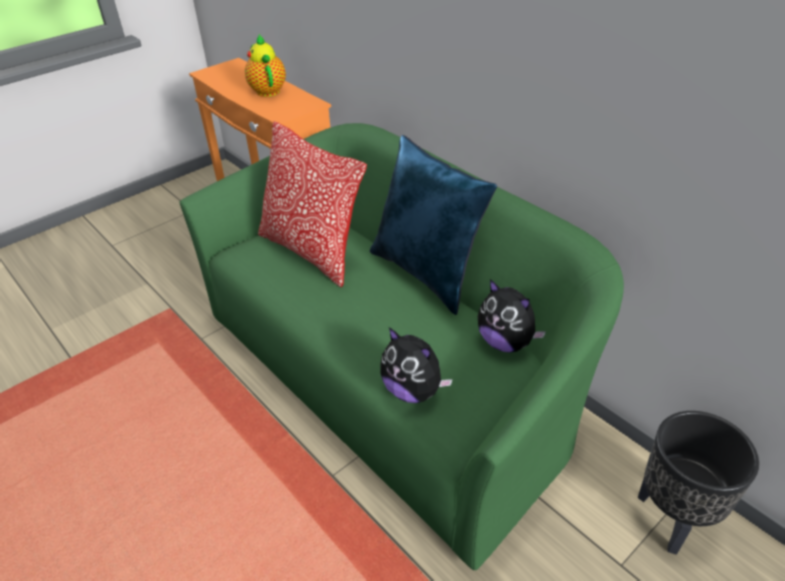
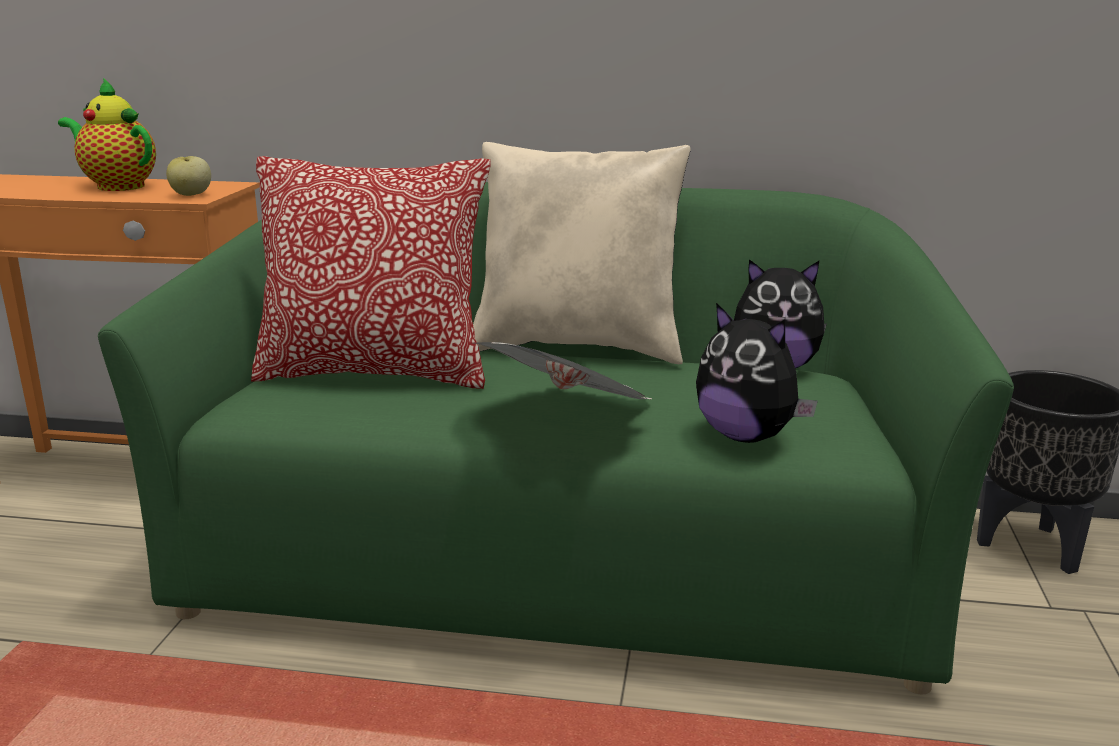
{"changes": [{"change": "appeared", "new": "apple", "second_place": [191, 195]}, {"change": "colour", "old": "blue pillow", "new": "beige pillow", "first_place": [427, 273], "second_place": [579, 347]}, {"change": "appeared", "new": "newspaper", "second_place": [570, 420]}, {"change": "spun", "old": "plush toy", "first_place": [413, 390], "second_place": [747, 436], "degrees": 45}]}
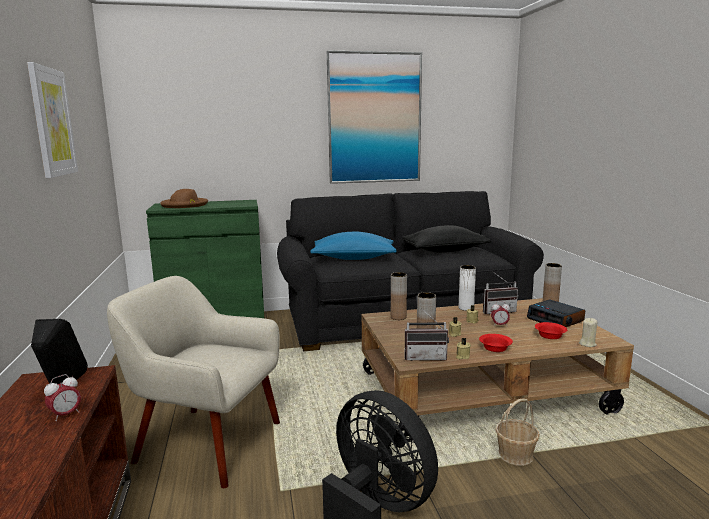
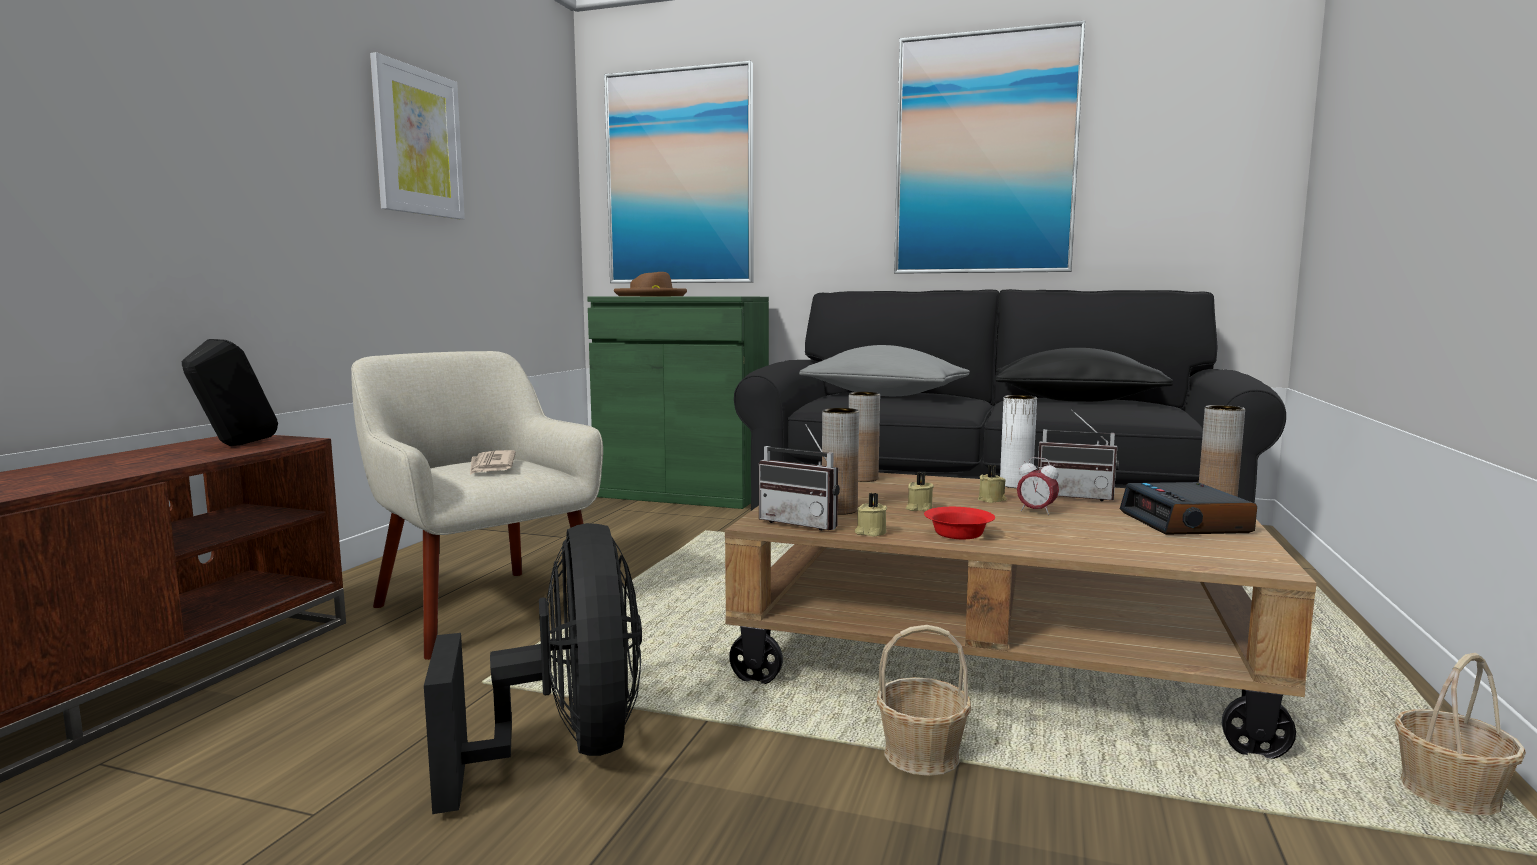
{"changes": [{"change": "appeared", "new": "newspaper", "second_place": [491, 466]}, {"change": "appeared", "new": "picture", "second_place": [679, 178]}, {"change": "colour", "old": "blue pillow", "new": "grey pillow", "first_place": [353, 258], "second_place": [883, 395]}, {"change": "appeared", "new": "basket", "second_place": [1448, 794]}, {"change": "missing", "old": "alarm clock", "first_place": [65, 415]}, {"change": "missing", "old": "red bowl", "first_place": [550, 336]}, {"change": "missing", "old": "beige candle", "first_place": [587, 344]}]}
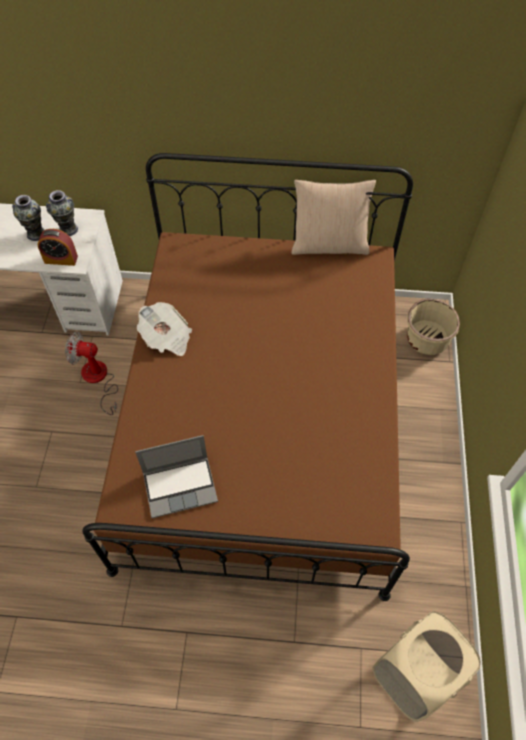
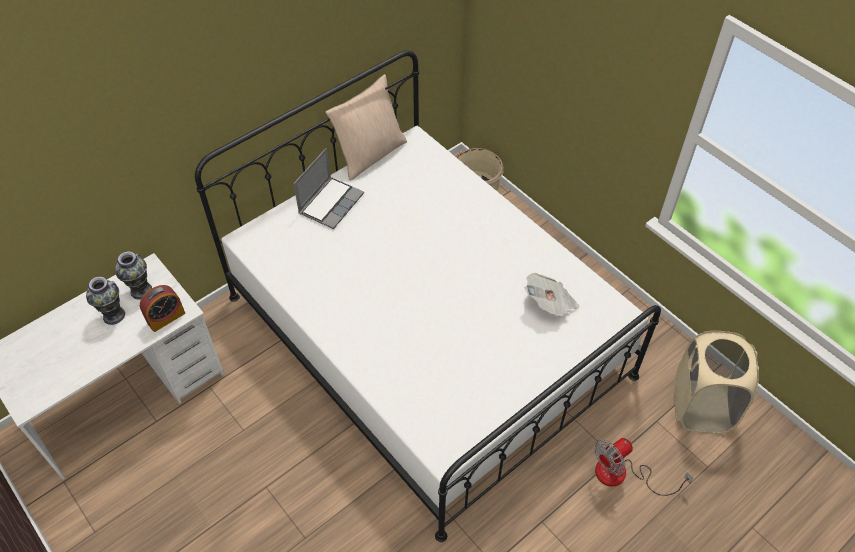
{"changes": [{"change": "colour", "old": "brown bed", "new": "white bed", "first_place": [262, 421], "second_place": [427, 335]}, {"change": "relocated", "old": "laptop", "first_place": [181, 486], "second_place": [331, 203]}, {"change": "relocated", "old": "newspaper", "first_place": [167, 338], "second_place": [550, 304]}, {"change": "relocated", "old": "fan", "first_place": [98, 380], "second_place": [622, 475]}]}
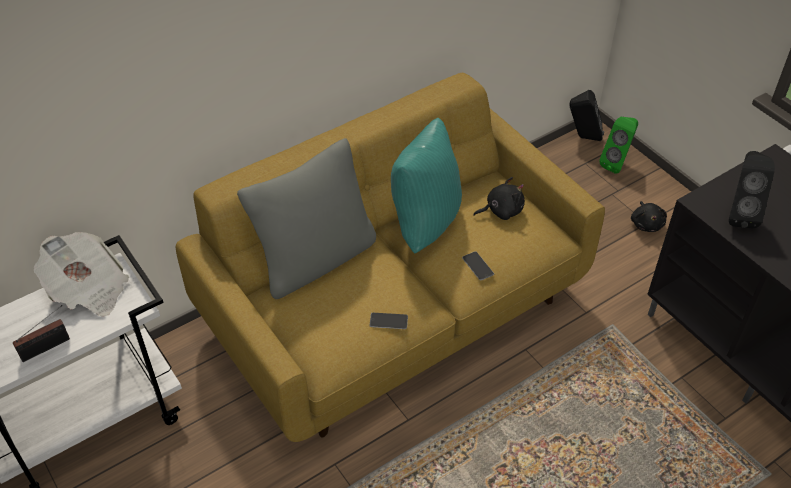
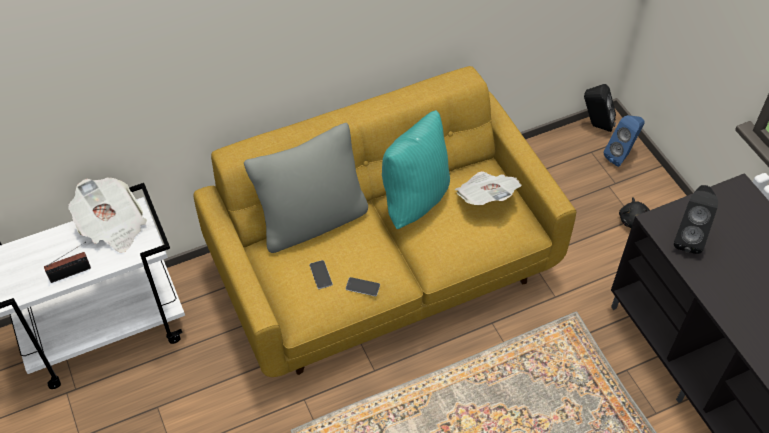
{"changes": [{"change": "relocated", "old": "phone", "first_place": [478, 266], "second_place": [320, 274]}, {"change": "exchanged", "old": "black plush toy", "new": "newspaper", "first_place": [501, 210], "second_place": [485, 197]}, {"change": "colour", "old": "green speaker", "new": "blue speaker", "first_place": [616, 163], "second_place": [621, 156]}]}
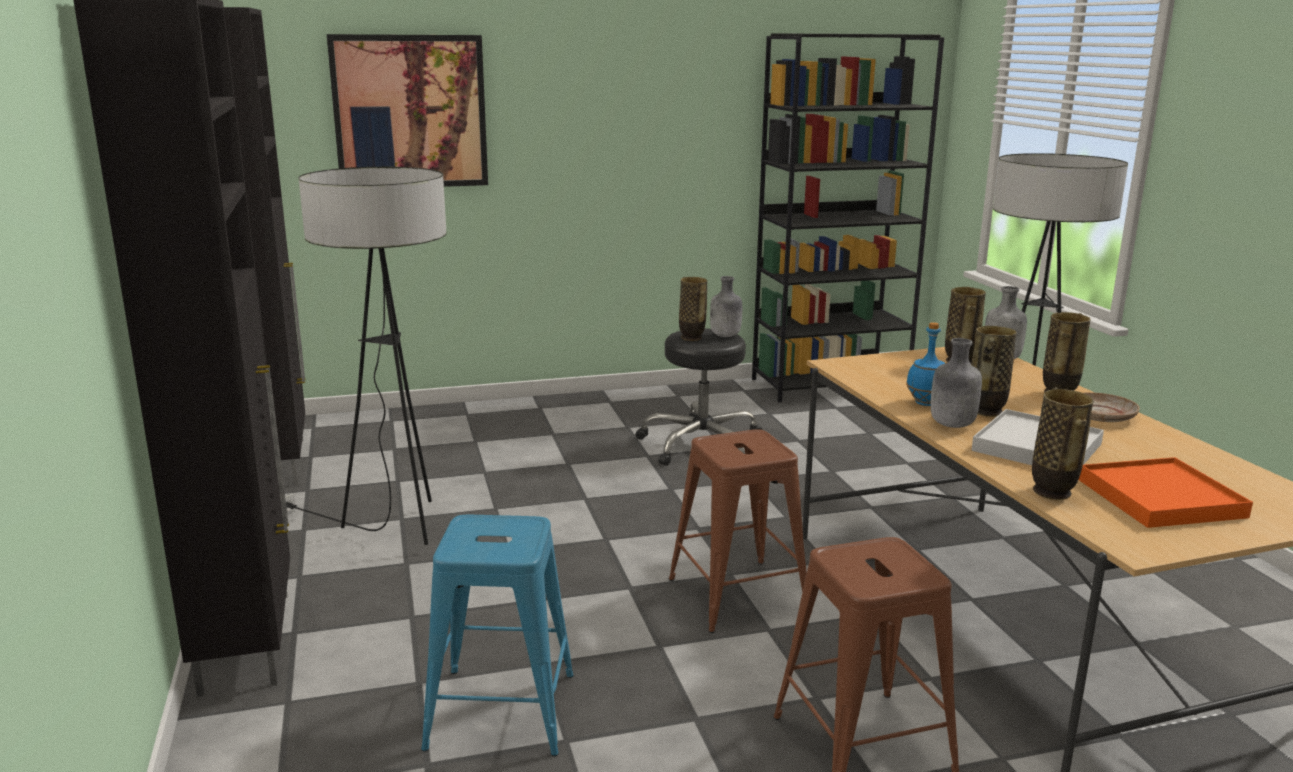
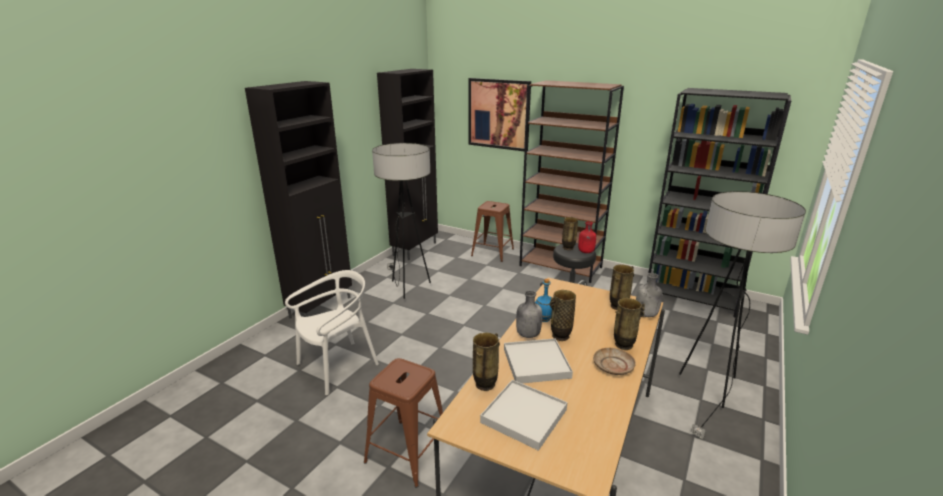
{"changes": [{"change": "exchanged", "old": "blue stool", "new": "white chair", "first_place": [500, 711], "second_place": [338, 366]}, {"change": "relocated", "old": "brown stool", "first_place": [738, 595], "second_place": [492, 252]}, {"change": "colour", "old": "orange tray", "new": "white tray", "first_place": [1160, 498], "second_place": [523, 416]}, {"change": "appeared", "new": "brown bookcase", "second_place": [561, 266]}, {"change": "colour", "old": "grey bottle", "new": "red bottle", "first_place": [725, 336], "second_place": [585, 252]}]}
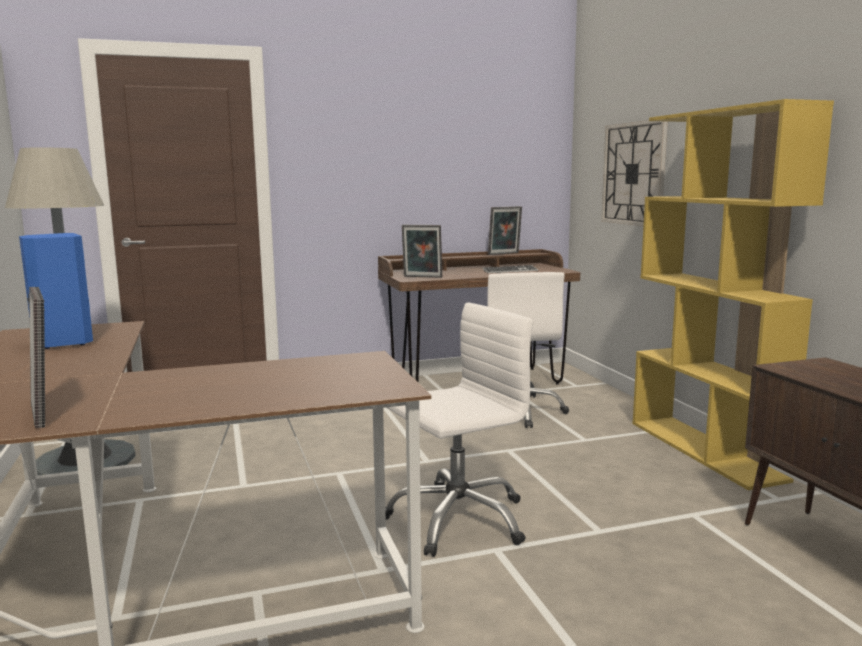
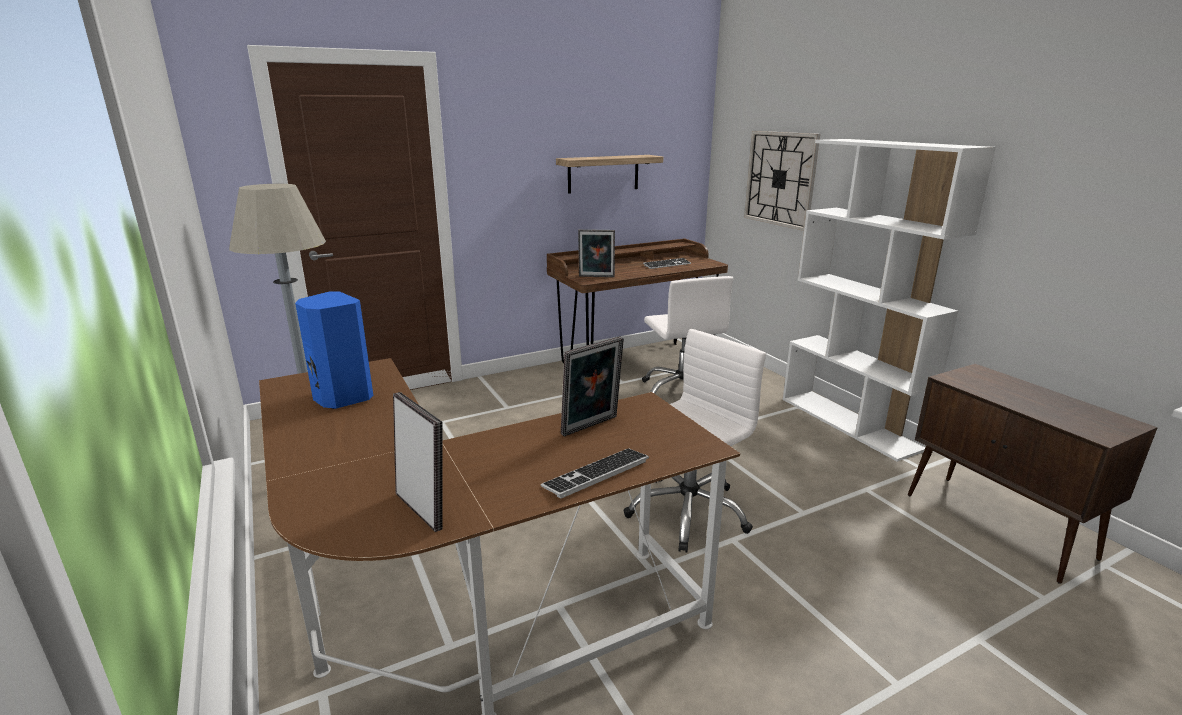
{"changes": [{"change": "appeared", "new": "keyboard", "second_place": [596, 474]}, {"change": "appeared", "new": "shelf", "second_place": [603, 173]}, {"change": "relocated", "old": "picture frame", "first_place": [504, 254], "second_place": [592, 427]}, {"change": "colour", "old": "yellow bookcase", "new": "white bookcase", "first_place": [705, 450], "second_place": [850, 423]}]}
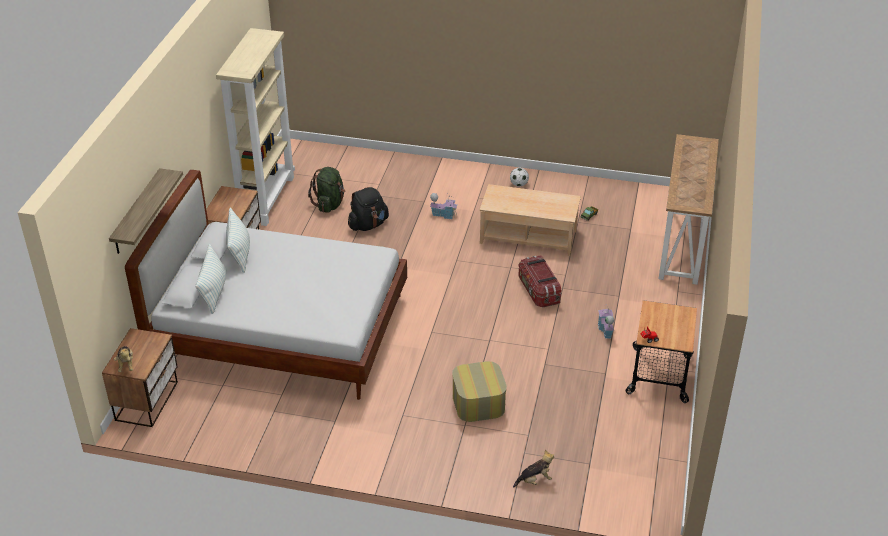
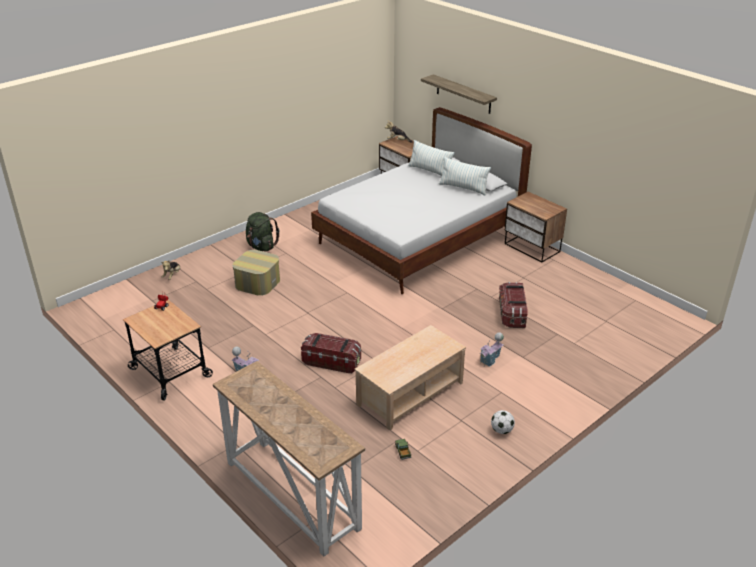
{"changes": [{"change": "relocated", "old": "green backpack", "first_place": [329, 204], "second_place": [261, 247]}, {"change": "exchanged", "old": "black backpack", "new": "storage box", "first_place": [368, 225], "second_place": [512, 314]}, {"change": "missing", "old": "beige bookcase", "first_place": [266, 198]}]}
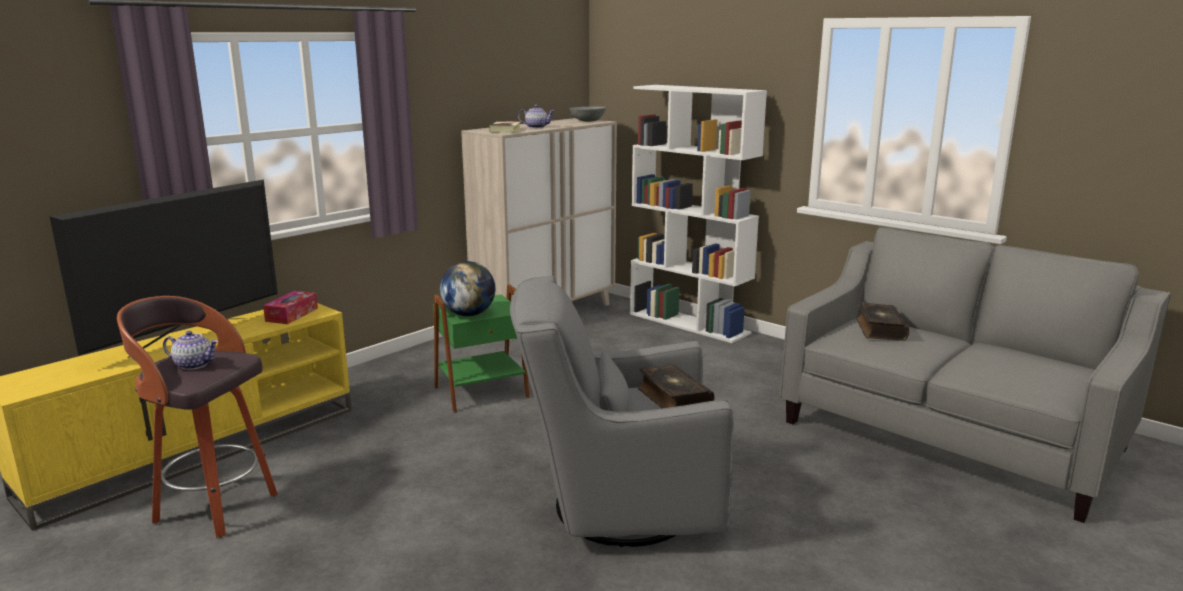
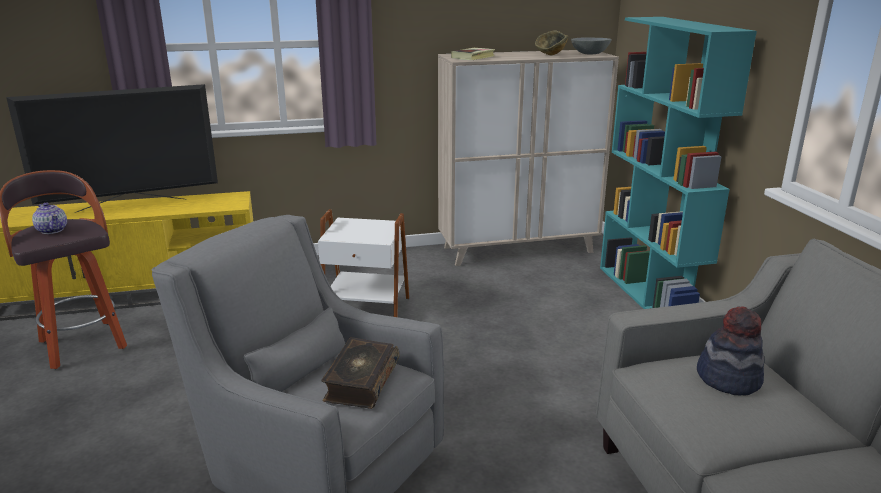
{"changes": [{"change": "colour", "old": "green side table", "new": "white side table", "first_place": [482, 393], "second_place": [366, 310]}, {"change": "appeared", "new": "bowl", "second_place": [551, 55]}, {"change": "colour", "old": "white bookcase", "new": "turquoise bookcase", "first_place": [689, 323], "second_place": [649, 295]}, {"change": "exchanged", "old": "book", "new": "hat", "first_place": [879, 330], "second_place": [728, 379]}, {"change": "missing", "old": "tissue box", "first_place": [292, 315]}, {"change": "missing", "old": "globe", "first_place": [468, 314]}, {"change": "missing", "old": "teapot", "first_place": [536, 127]}]}
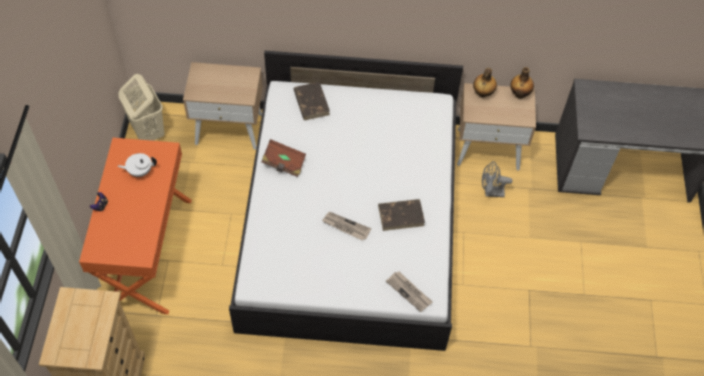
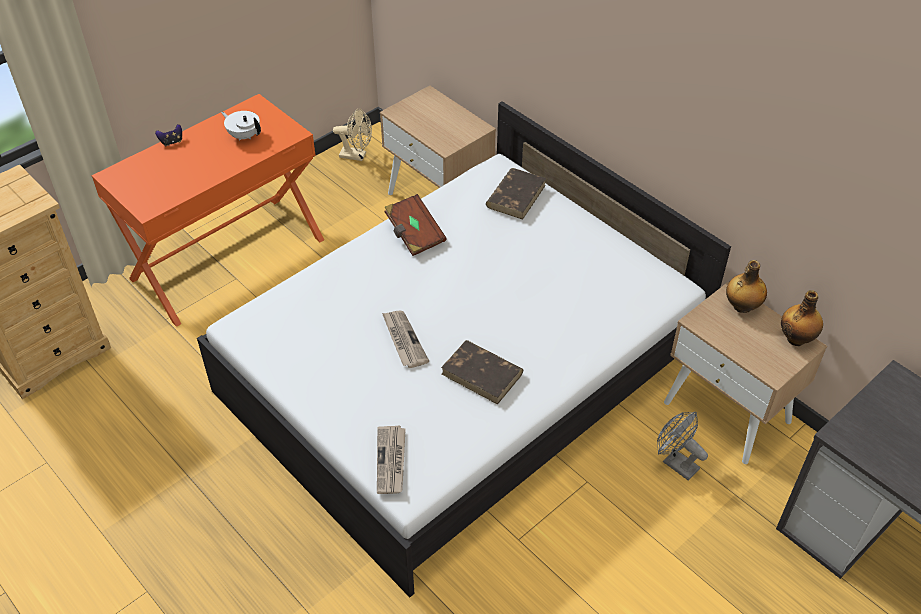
{"changes": [{"change": "exchanged", "old": "beige laundry basket", "new": "beige fan", "first_place": [148, 132], "second_place": [357, 156]}]}
